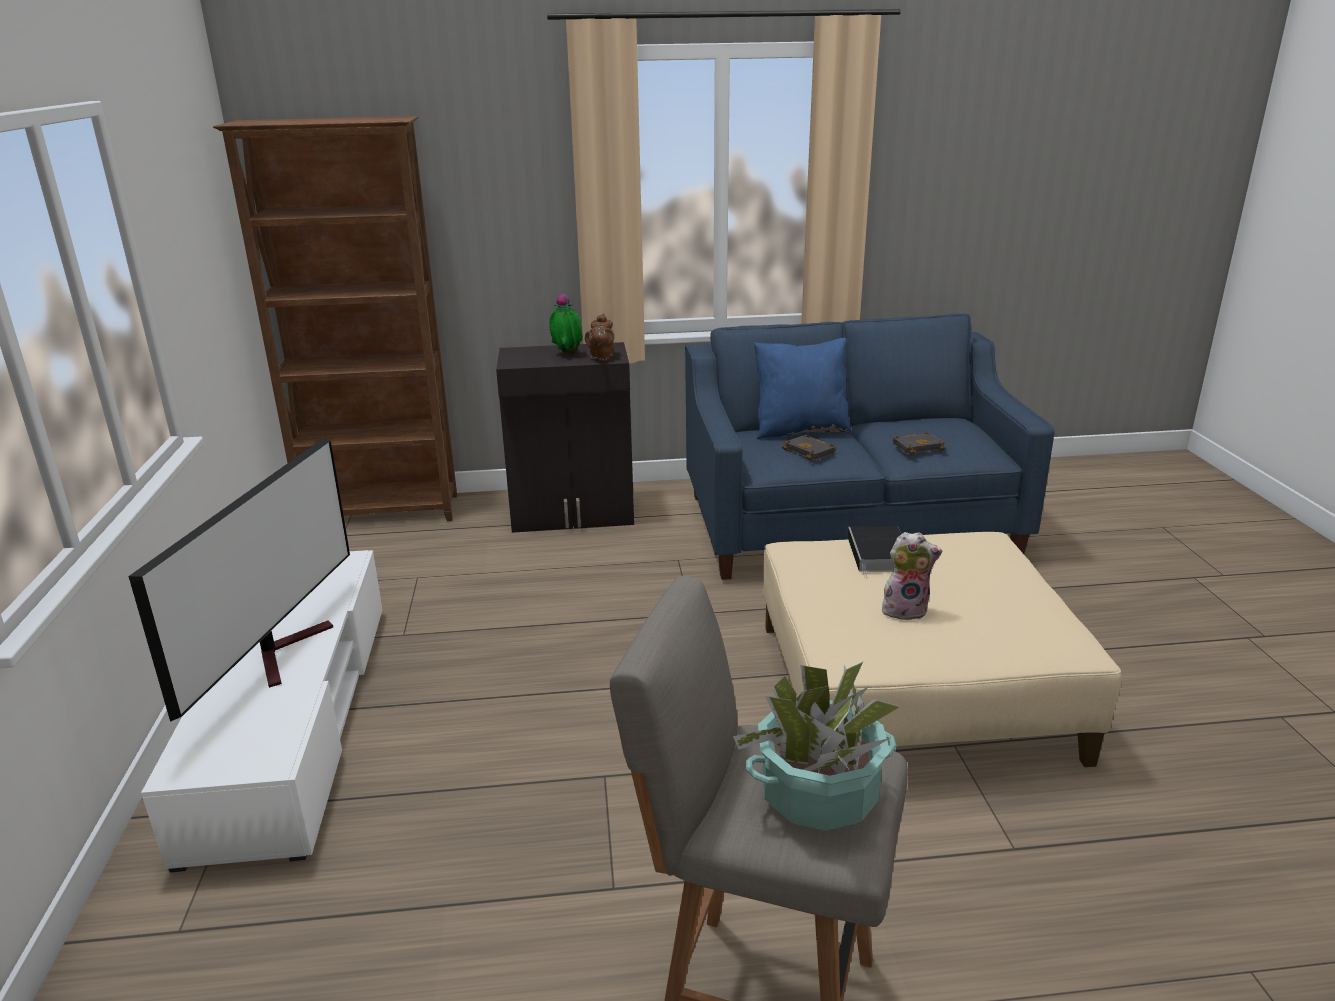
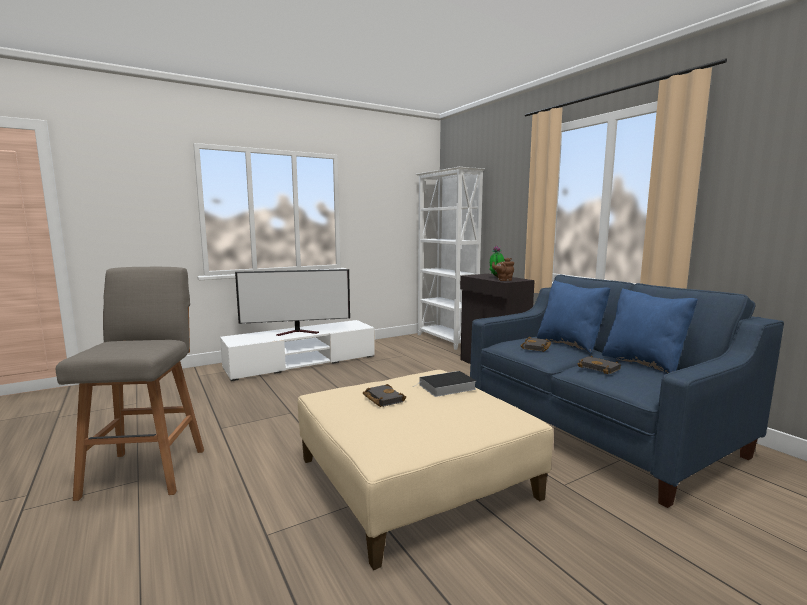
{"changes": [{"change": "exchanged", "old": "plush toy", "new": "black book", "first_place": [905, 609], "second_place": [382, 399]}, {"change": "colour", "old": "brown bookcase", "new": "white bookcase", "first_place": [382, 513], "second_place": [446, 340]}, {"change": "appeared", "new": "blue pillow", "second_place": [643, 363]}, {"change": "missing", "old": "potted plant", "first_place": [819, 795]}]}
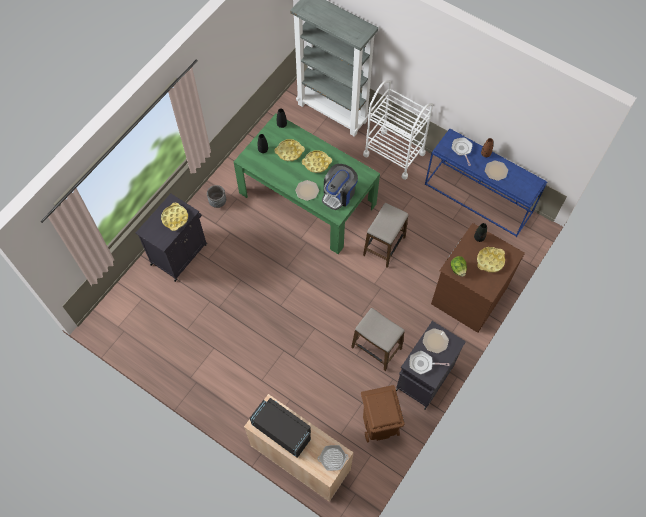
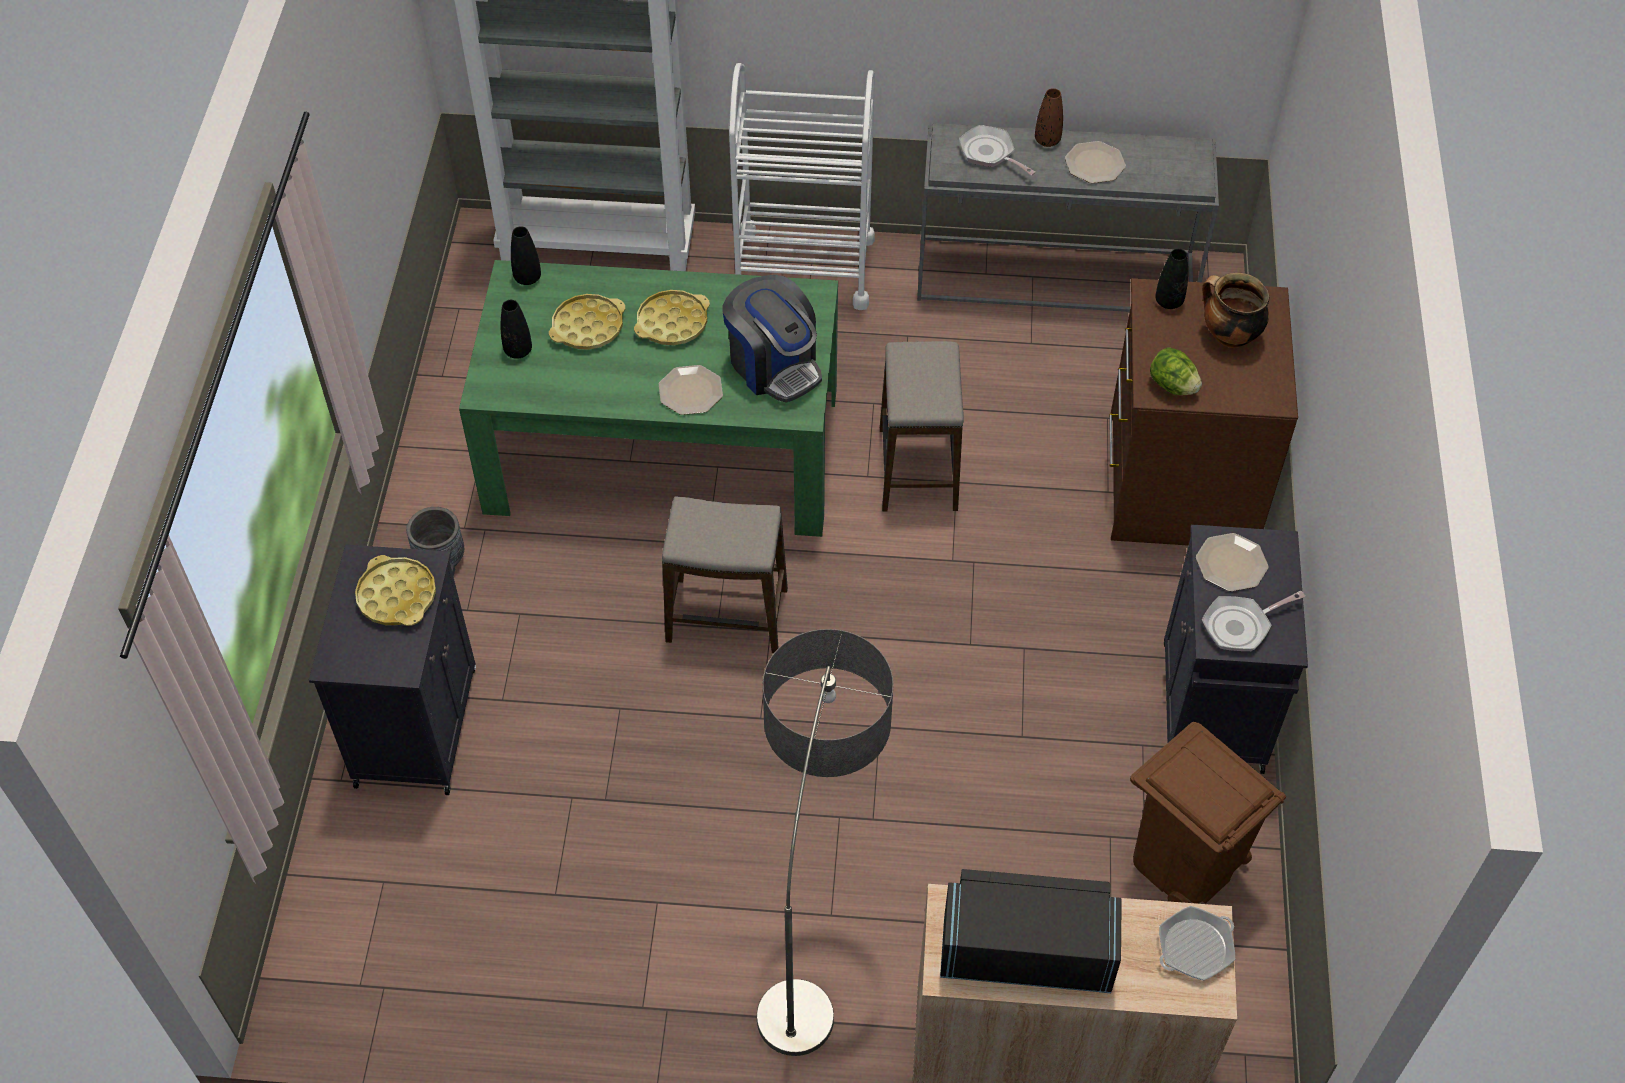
{"changes": [{"change": "relocated", "old": "stool", "first_place": [376, 348], "second_place": [727, 616]}, {"change": "spun", "old": "coffee machine", "first_place": [339, 194], "second_place": [774, 365], "degrees": -45}, {"change": "appeared", "new": "floor lamp", "second_place": [815, 934]}, {"change": "colour", "old": "blue console table", "new": "grey console table", "first_place": [479, 198], "second_place": [1057, 276]}, {"change": "exchanged", "old": "yellow tray", "new": "cooking pot", "first_place": [490, 261], "second_place": [1228, 336]}]}
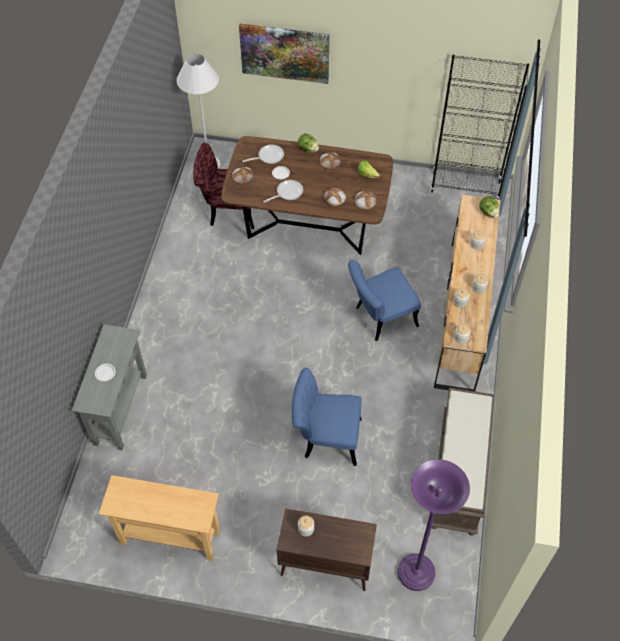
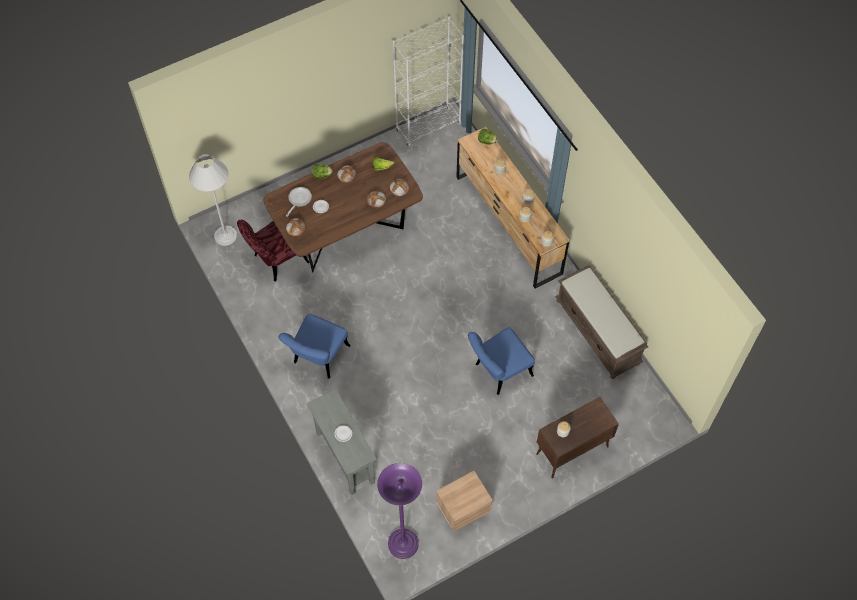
{"changes": [{"change": "relocated", "old": "blue chair", "first_place": [380, 318], "second_place": [318, 359]}, {"change": "relocated", "old": "purple floor lamp", "first_place": [416, 573], "second_place": [403, 544]}, {"change": "colour", "old": "black bookcase", "new": "white bookcase", "first_place": [466, 186], "second_place": [428, 127]}, {"change": "exchanged", "old": "beige console table", "new": "beige nightstand", "first_place": [170, 537], "second_place": [462, 510]}, {"change": "missing", "old": "picture", "first_place": [285, 53]}, {"change": "missing", "old": "frying pan", "first_place": [287, 193]}]}
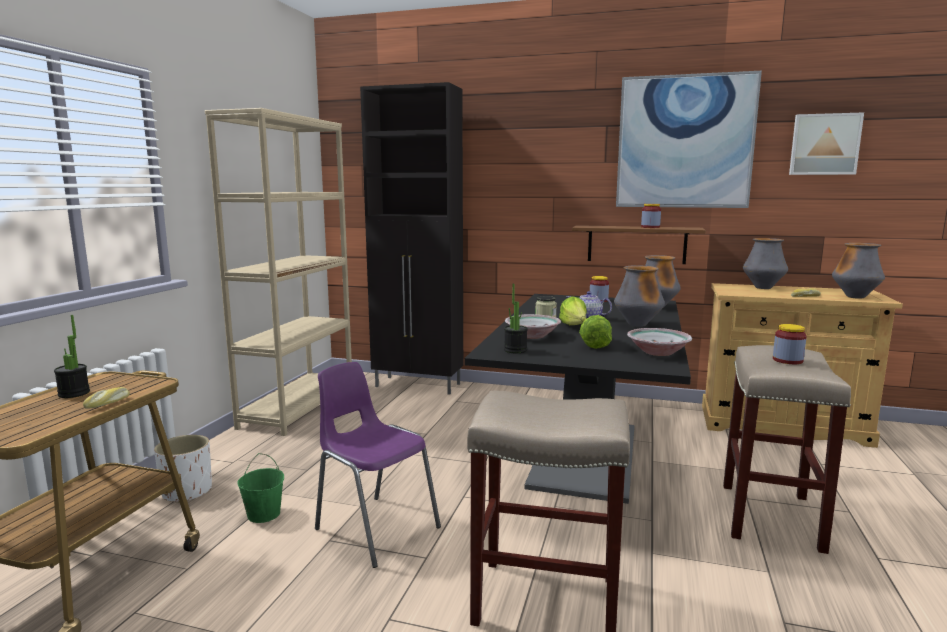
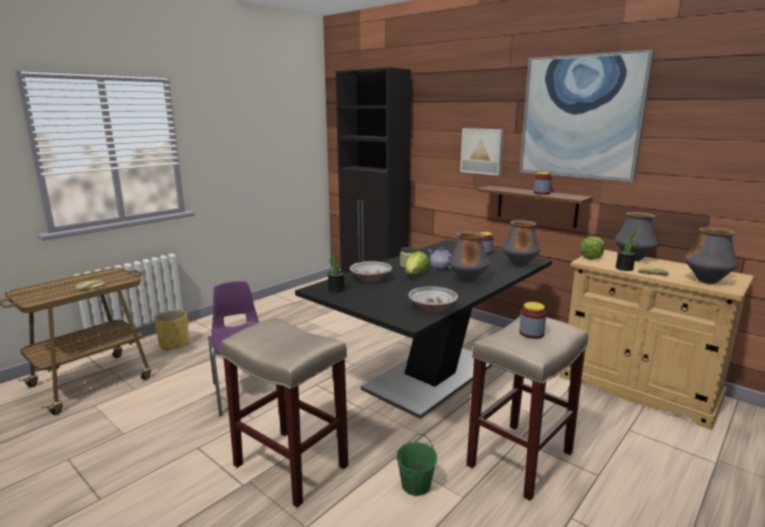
{"changes": [{"change": "colour", "old": "white planter", "new": "yellow planter", "first_place": [187, 492], "second_place": [174, 344]}, {"change": "relocated", "old": "green bucket", "first_place": [263, 514], "second_place": [415, 485]}, {"change": "relocated", "old": "picture", "first_place": [824, 144], "second_place": [482, 151]}, {"change": "relocated", "old": "lettuce", "first_place": [595, 344], "second_place": [592, 257]}, {"change": "relocated", "old": "potted plant", "first_place": [74, 393], "second_place": [624, 268]}, {"change": "missing", "old": "beige bookcase", "first_place": [299, 407]}]}
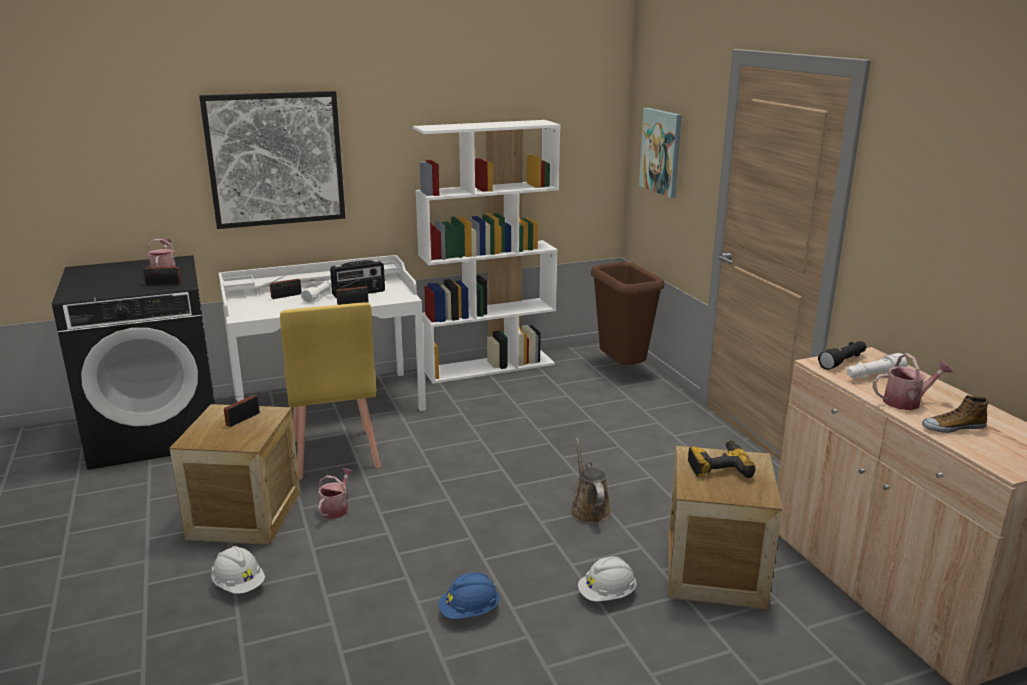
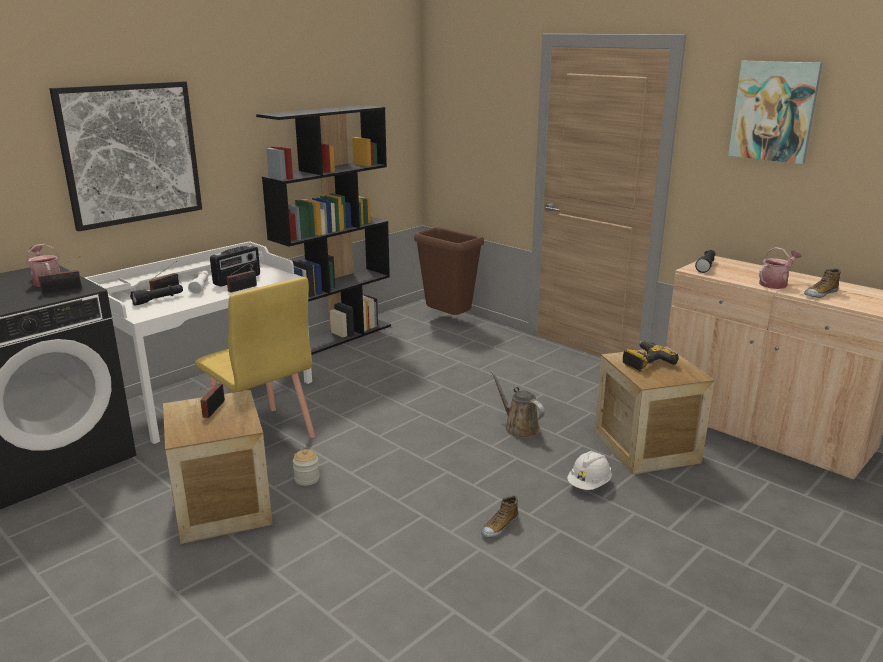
{"changes": [{"change": "appeared", "new": "black flashlight", "second_place": [158, 300]}, {"change": "colour", "old": "white bookcase", "new": "black bookcase", "first_place": [489, 366], "second_place": [336, 337]}, {"change": "exchanged", "old": "watering can", "new": "jar", "first_place": [336, 508], "second_place": [307, 479]}, {"change": "exchanged", "old": "blue hard hat", "new": "shoe", "first_place": [469, 612], "second_place": [499, 526]}, {"change": "relocated", "old": "picture", "first_place": [661, 151], "second_place": [774, 111]}, {"change": "missing", "old": "white hard hat", "first_place": [239, 585]}, {"change": "missing", "old": "white flashlight", "first_place": [873, 376]}]}
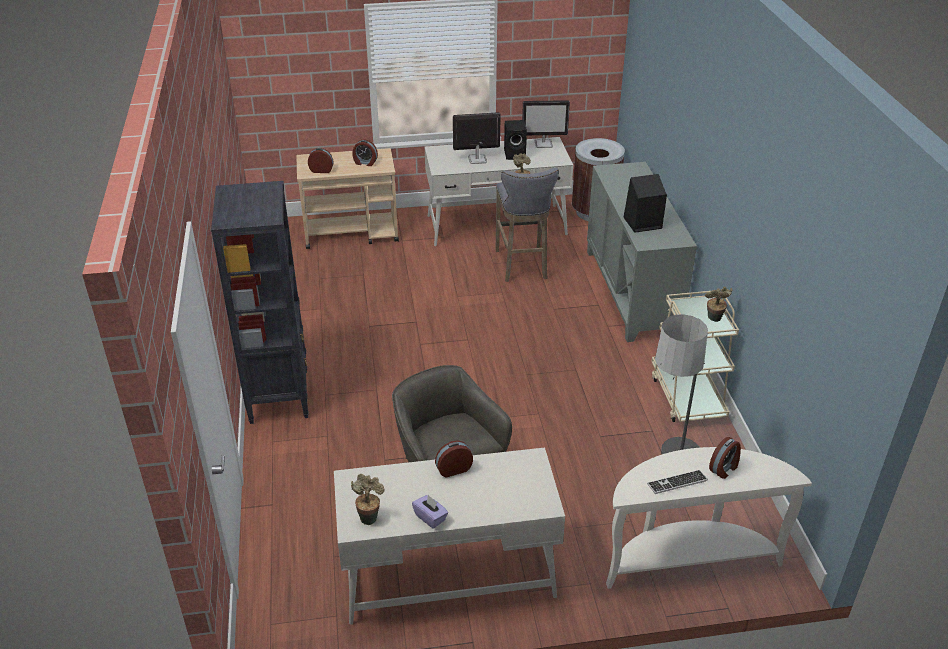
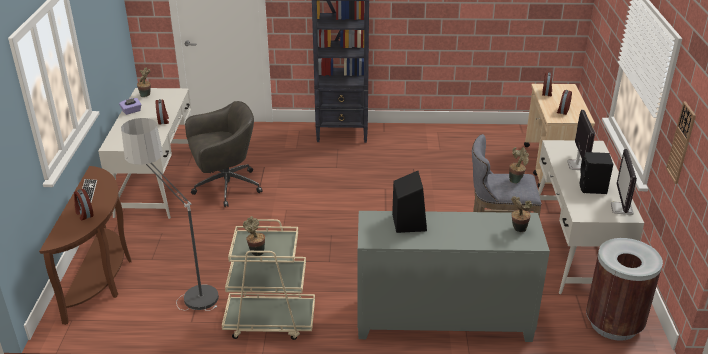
{"changes": [{"change": "colour", "old": "white console table", "new": "brown console table", "first_place": [687, 558], "second_place": [103, 278]}, {"change": "appeared", "new": "potted plant", "second_place": [518, 229]}, {"change": "appeared", "new": "wall clock", "second_place": [681, 143]}]}
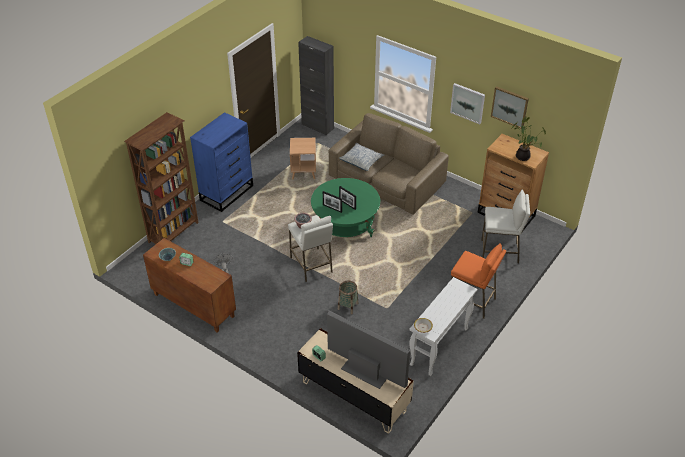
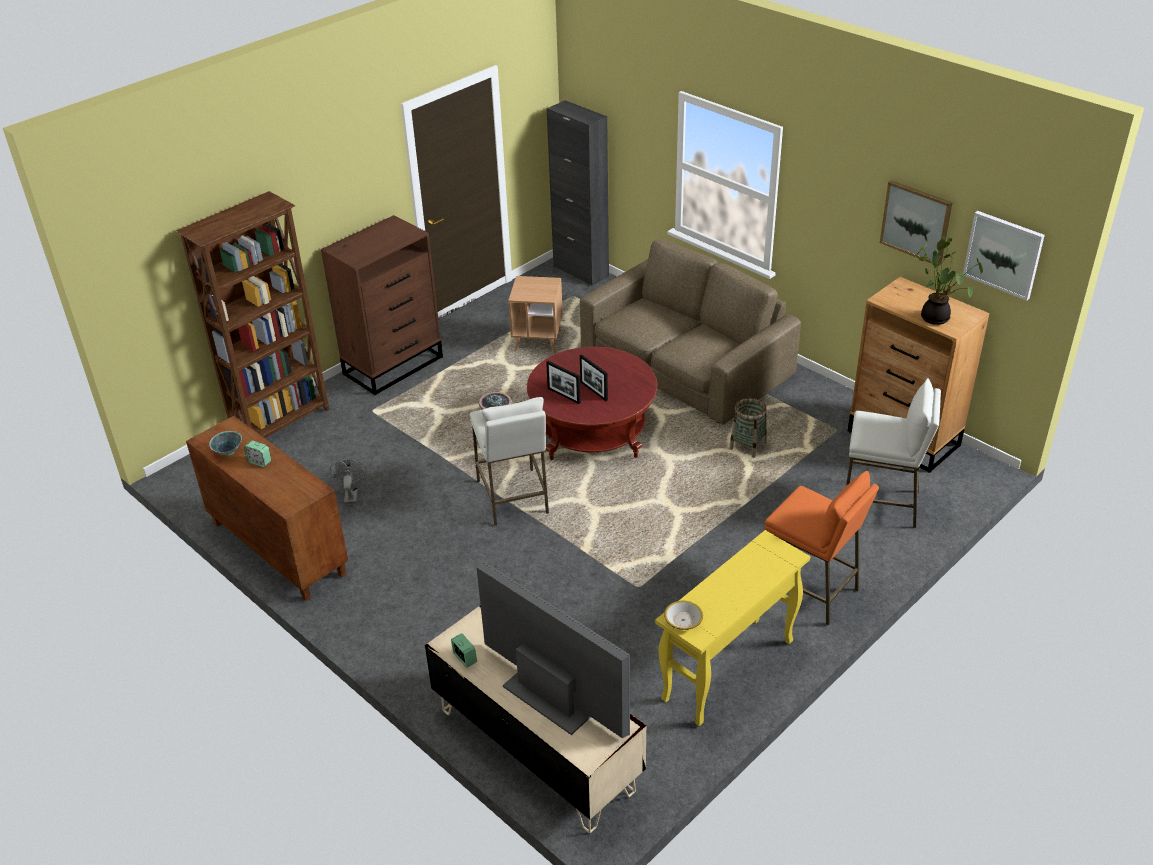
{"changes": [{"change": "colour", "old": "blue dresser", "new": "brown dresser", "first_place": [227, 193], "second_place": [394, 365]}, {"change": "colour", "old": "green coffee table", "new": "red coffee table", "first_place": [345, 224], "second_place": [593, 432]}, {"change": "colour", "old": "white console table", "new": "yellow console table", "first_place": [439, 347], "second_place": [728, 671]}, {"change": "relocated", "old": "basket", "first_place": [348, 306], "second_place": [747, 446]}, {"change": "relocated", "old": "picture", "first_place": [467, 103], "second_place": [1003, 254]}, {"change": "missing", "old": "pillow", "first_place": [361, 161]}]}
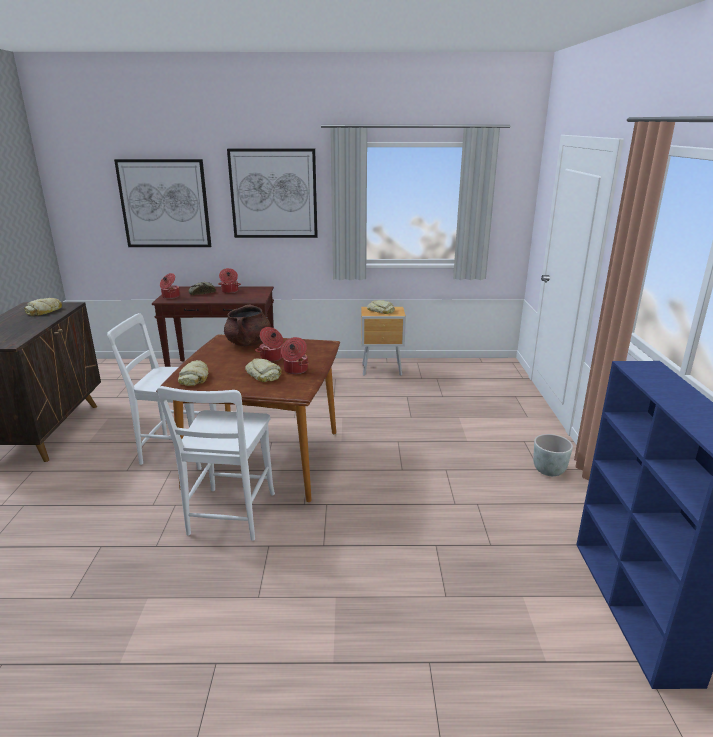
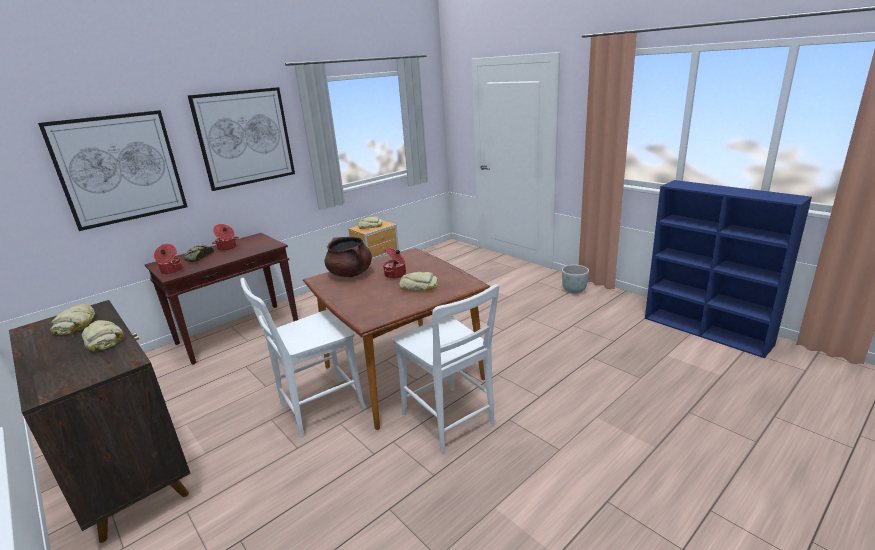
{"changes": [{"change": "relocated", "old": "bread", "first_place": [194, 378], "second_place": [104, 340]}, {"change": "missing", "old": "cooking pot", "first_place": [295, 370]}]}
